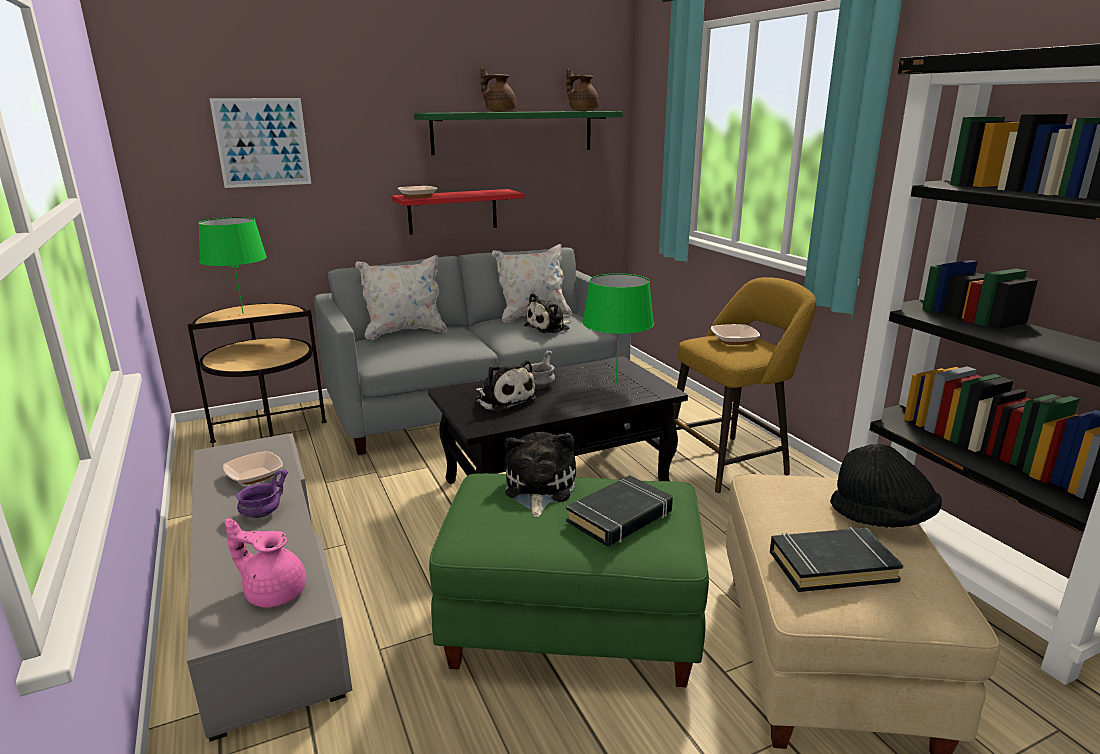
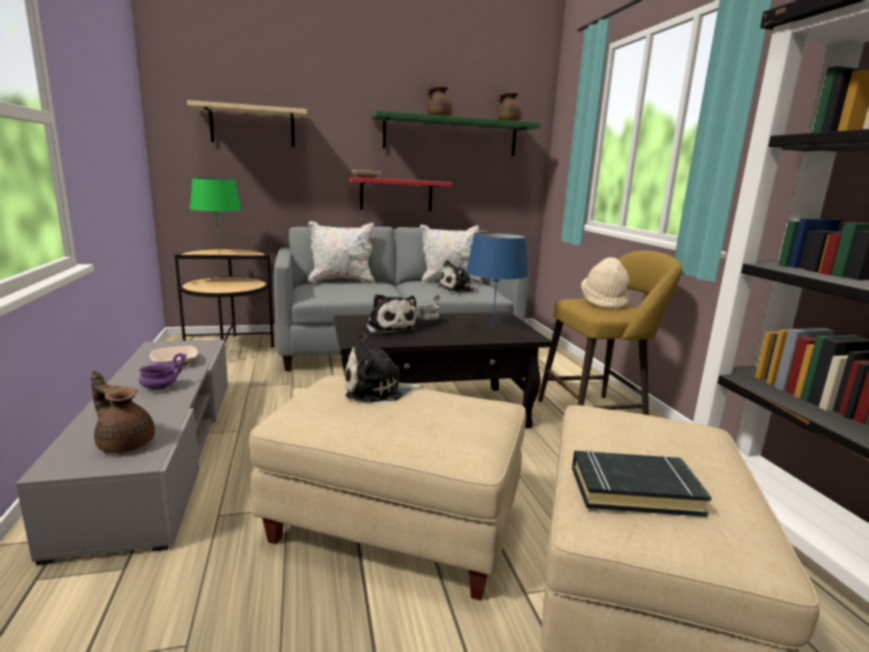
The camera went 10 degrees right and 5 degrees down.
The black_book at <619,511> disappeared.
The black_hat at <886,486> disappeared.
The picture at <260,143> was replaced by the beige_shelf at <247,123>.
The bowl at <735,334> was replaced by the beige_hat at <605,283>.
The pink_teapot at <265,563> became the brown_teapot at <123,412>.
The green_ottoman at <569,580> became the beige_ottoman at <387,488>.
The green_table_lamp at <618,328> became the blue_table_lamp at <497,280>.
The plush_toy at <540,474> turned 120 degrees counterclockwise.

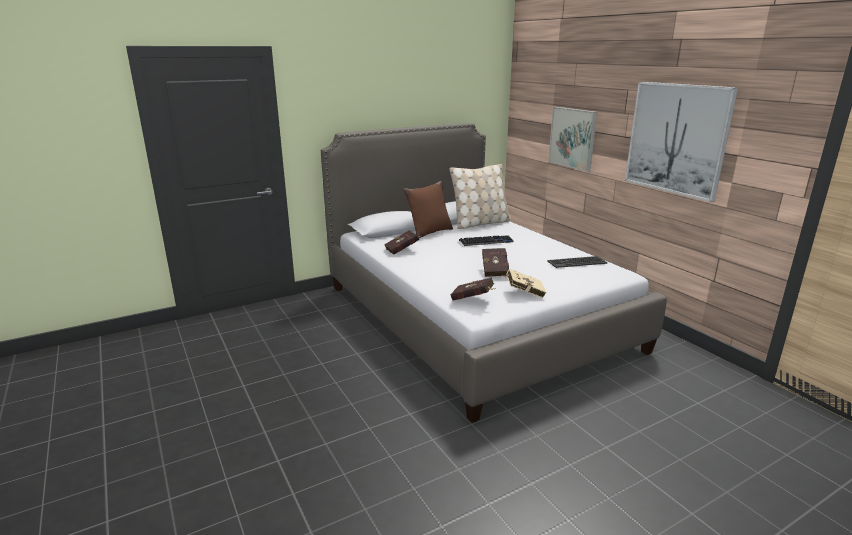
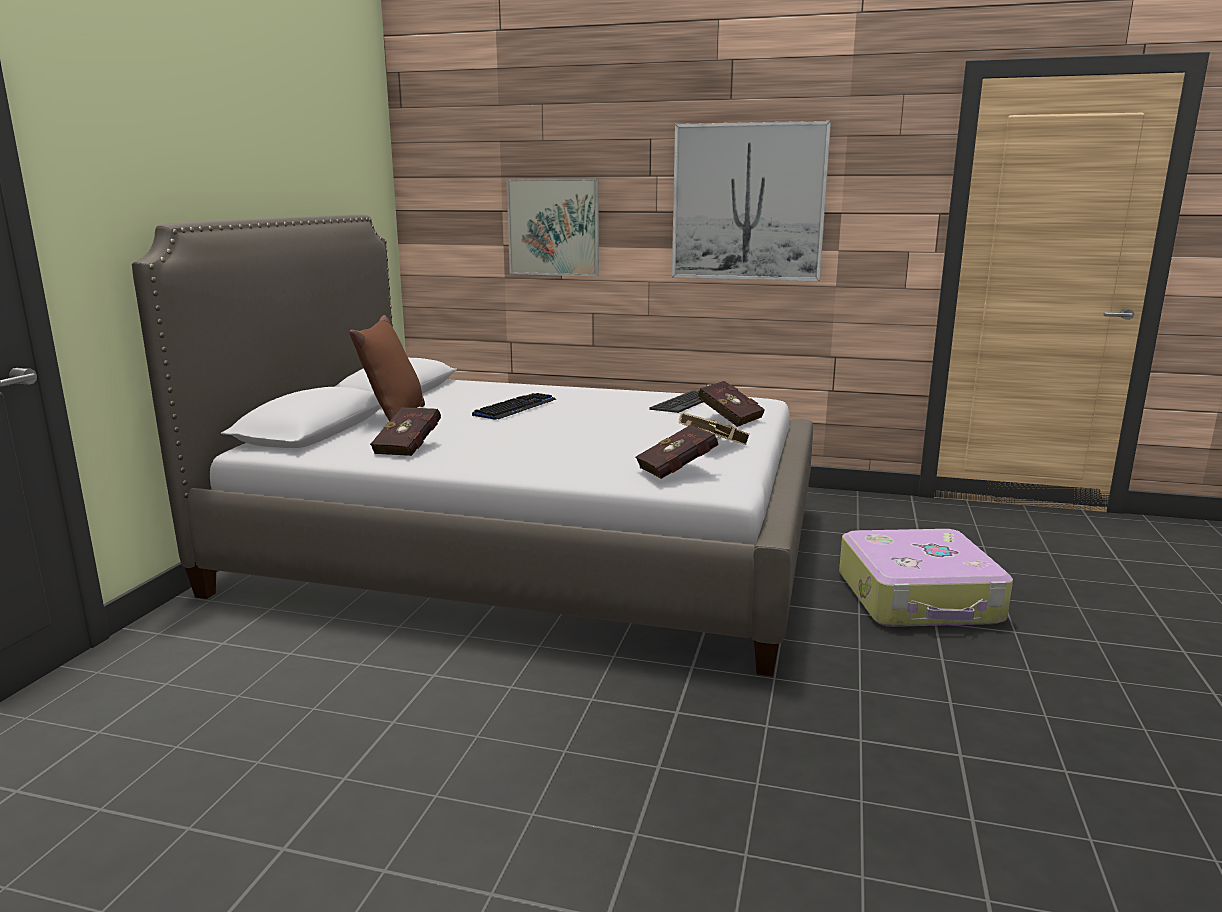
The camera went 45 degrees left and 5 degrees down.
The beige_pillow at <480,196> disappeared.
The suitcase at <926,578> appeared.
The red_book moved from <495,262> to <731,404>.

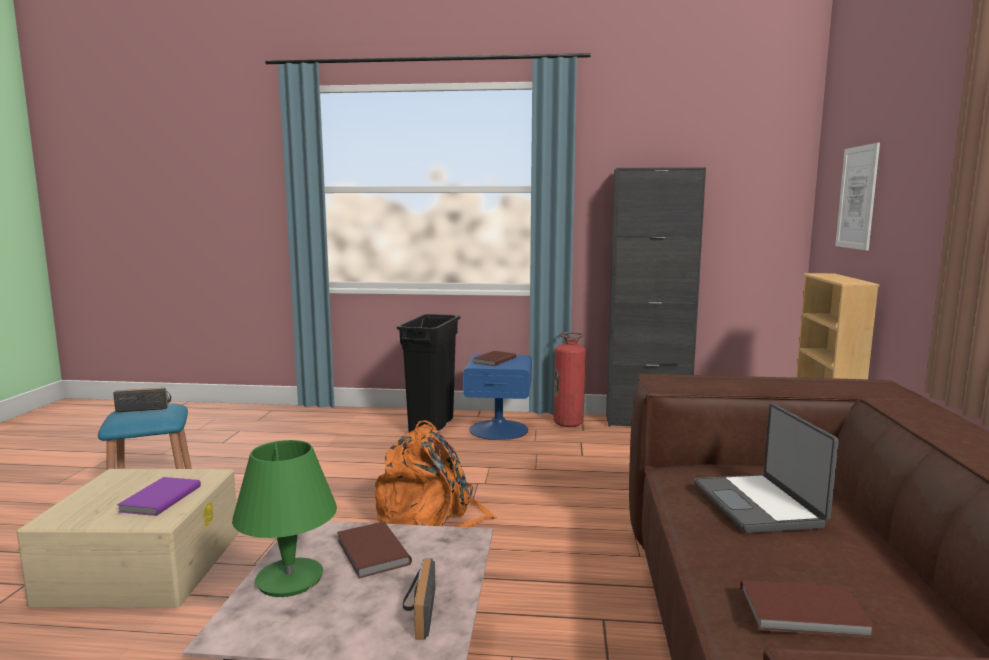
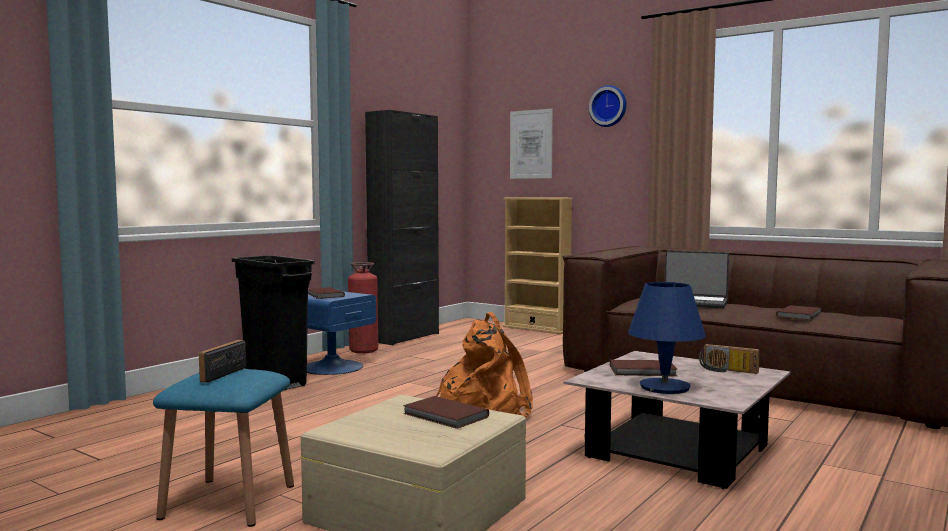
The camera went 60 degrees left and 5 degrees down.
The wall_clock at <608,106> appeared.
The purple_book at <159,496> became the brown_book at <446,412>.
The green_table_lamp at <284,518> became the blue_table_lamp at <667,338>.

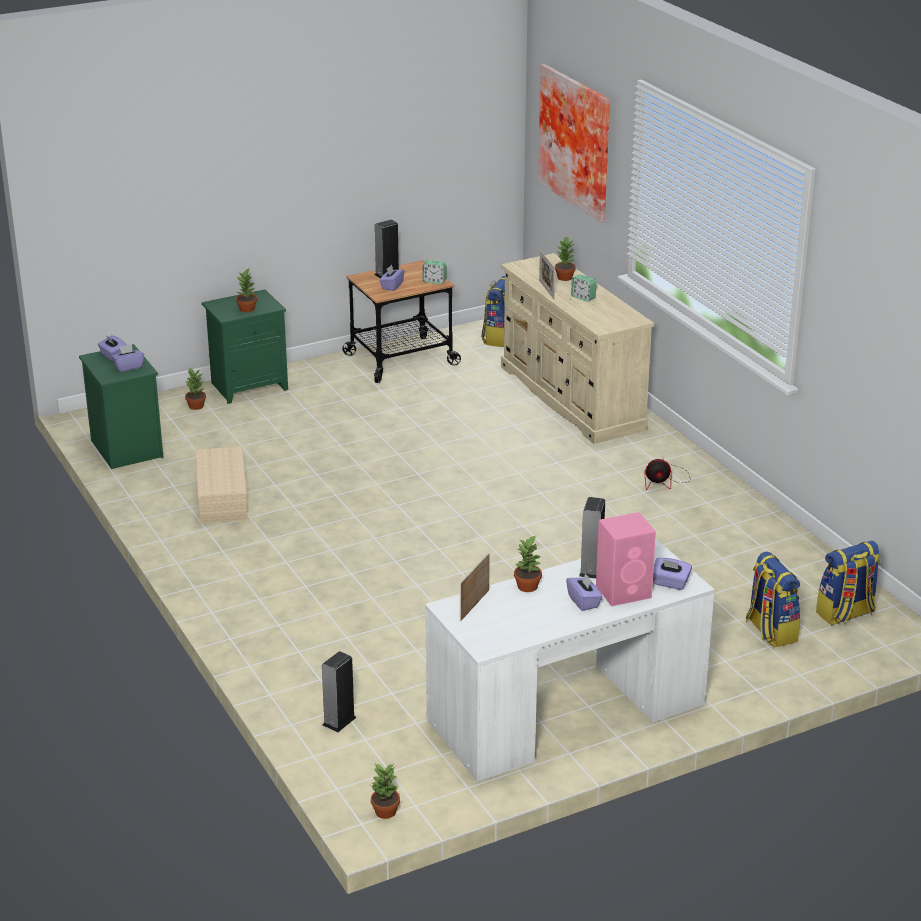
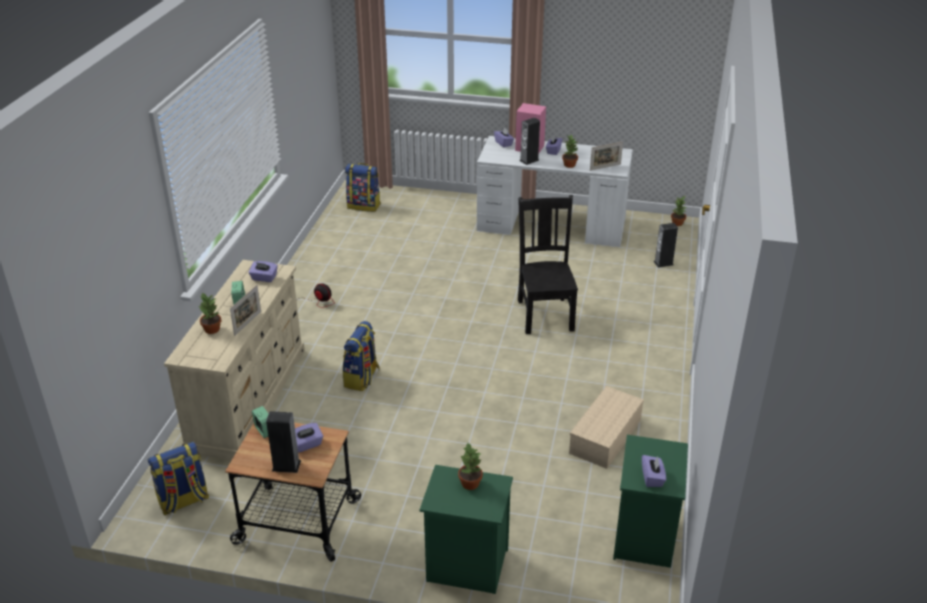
The camera went 140 degrees left and 5 degrees up.
The potted_plant at <195,389> disappeared.
The picture at <574,143> disappeared.
The black_chair at <548,264> appeared.
The purple_tissue_box moved from <127,358> to <263,271>.
The backpack moved from <773,599> to <361,356>.

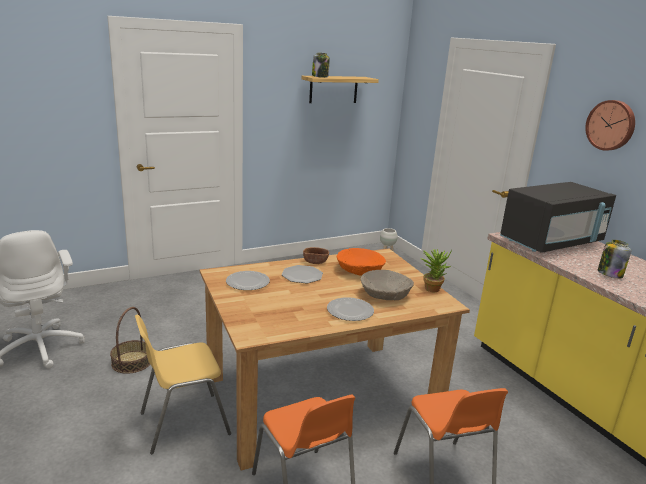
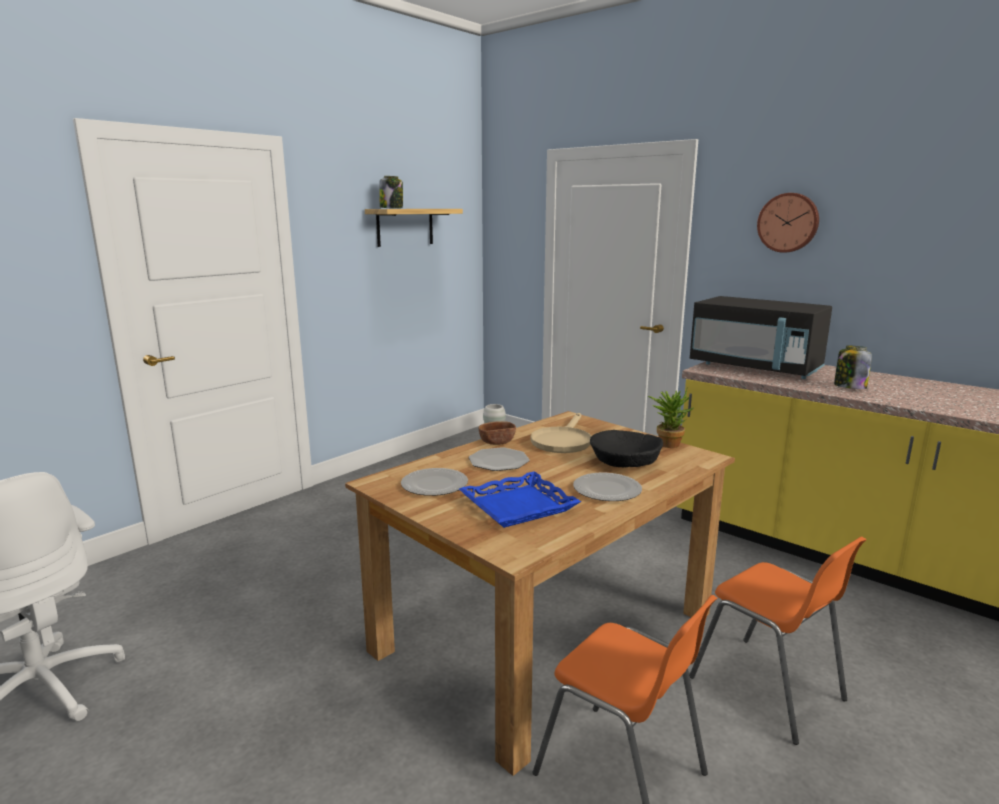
The camera went 20 degrees left and 5 degrees down.
The basket at <130,340> disappeared.
The yellow_chair at <183,384> disappeared.
The blue_tray at <520,499> appeared.
The orange_bowl at <361,262> was replaced by the beige_frying_pan at <560,433>.
The beige_bowl at <387,285> became the black_bowl at <626,448>.
The black_microwave at <558,217> turned 90 degrees clockwise.

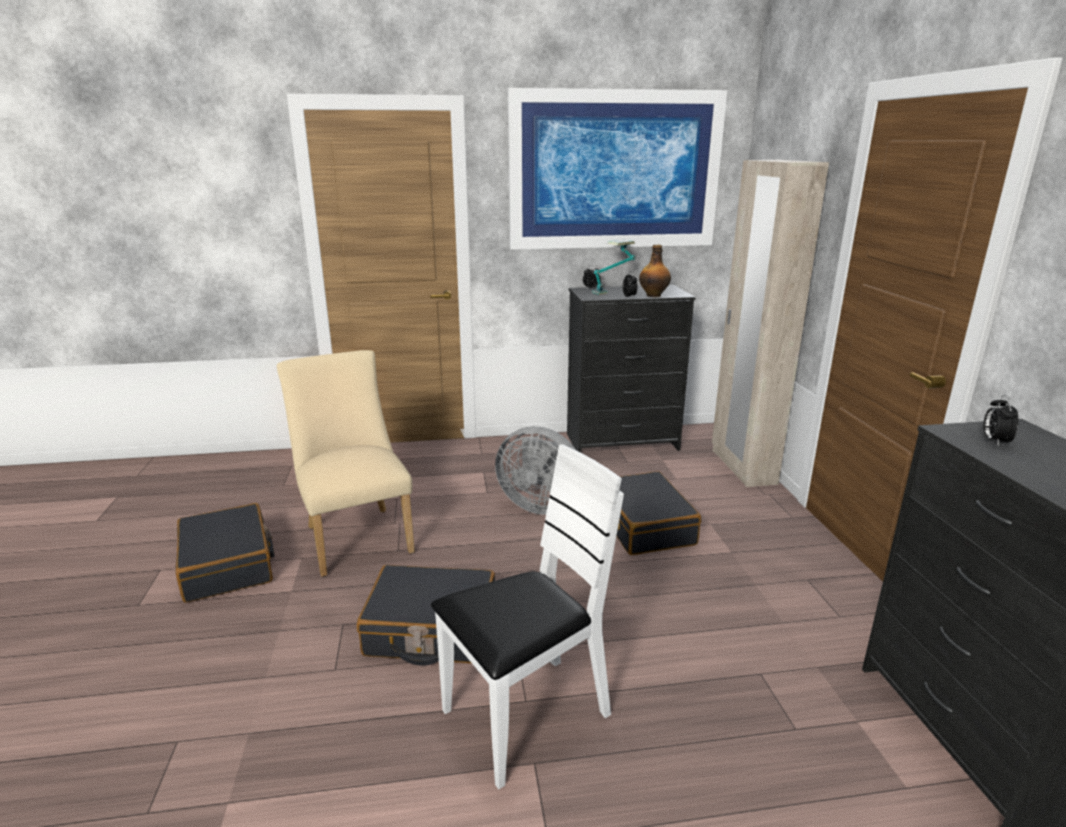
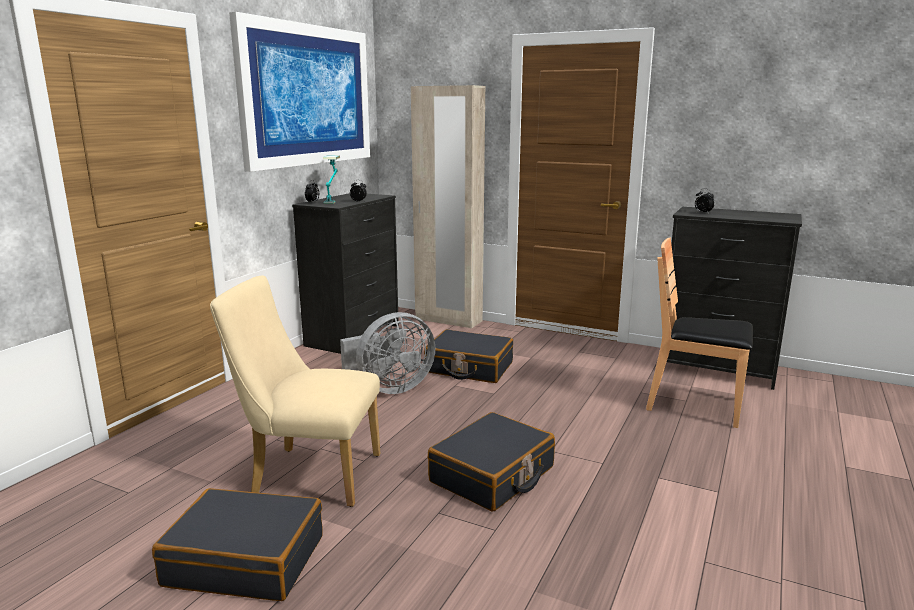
The camera went 55 degrees left and 5 degrees down.
The white_chair at <527,616> disappeared.
The bottle at <655,271> disappeared.
The brown_chair at <699,333> appeared.

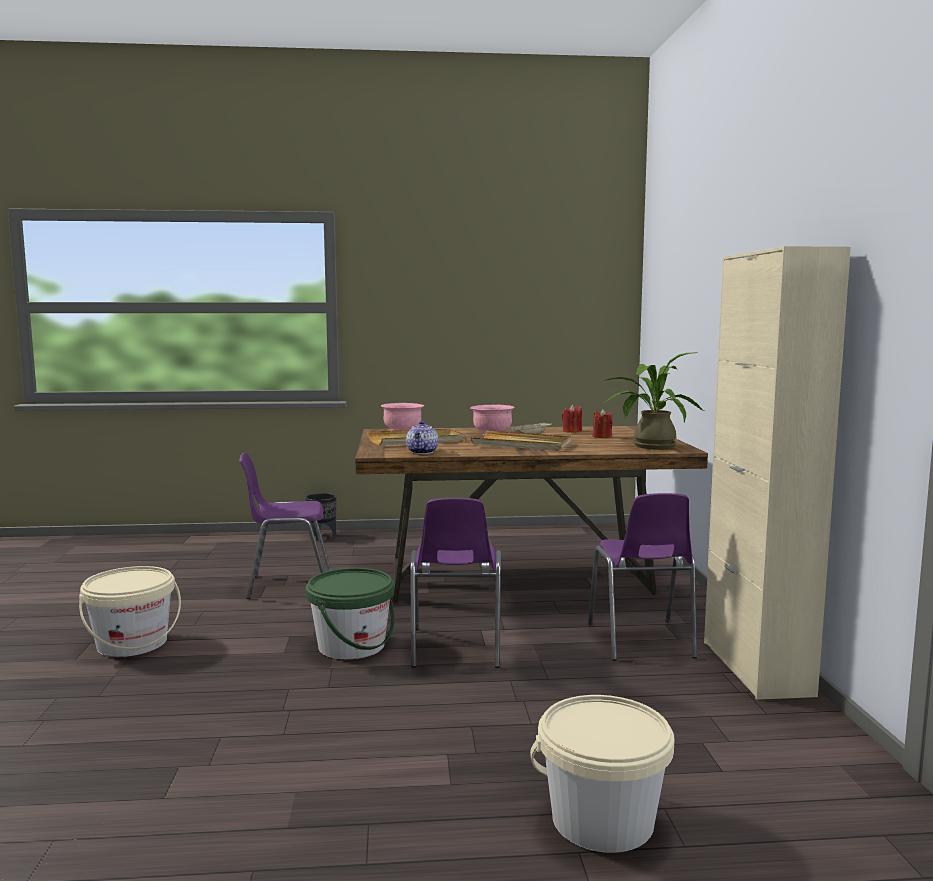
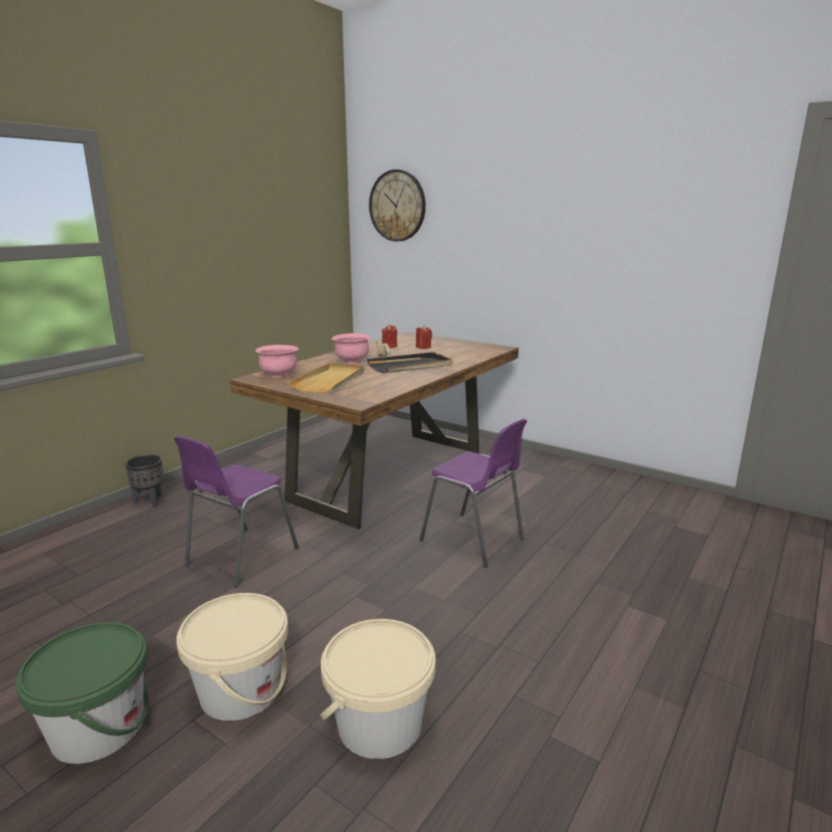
The camera went 50 degrees left and 10 degrees up.
The teapot at <422,437> disappeared.
The purple_chair at <642,577> disappeared.
The potted_plant at <653,401> disappeared.
The beige_cabinet at <777,473> disappeared.
The wall_clock at <397,205> appeared.
The green_bucket moved from <350,613> to <82,693>.
The beige_bucket moved from <602,774> to <378,689>.
The beige_tray at <520,440> became the black_tray at <410,362>.

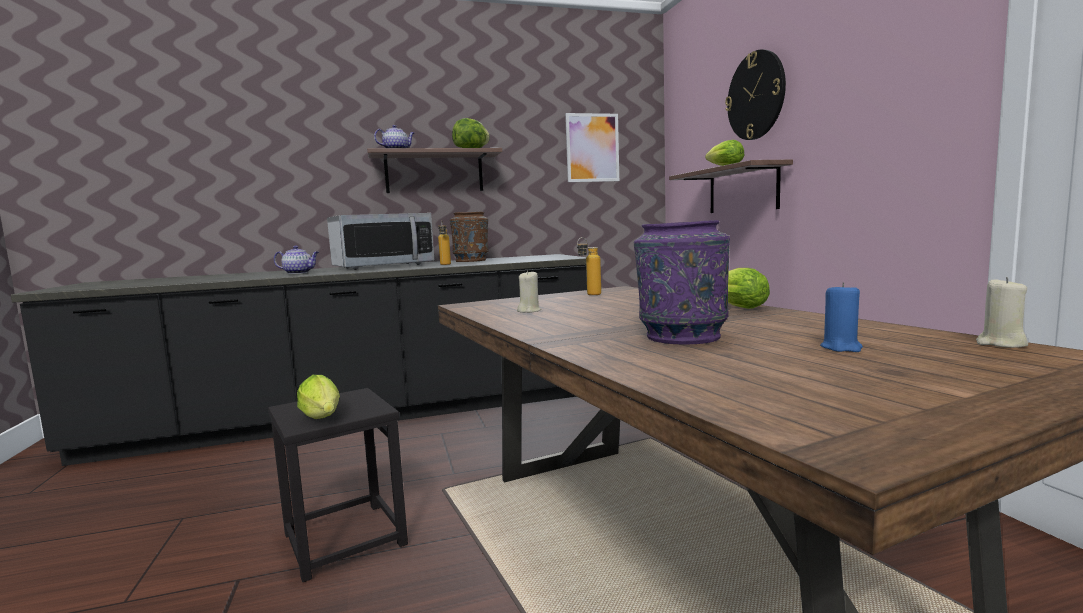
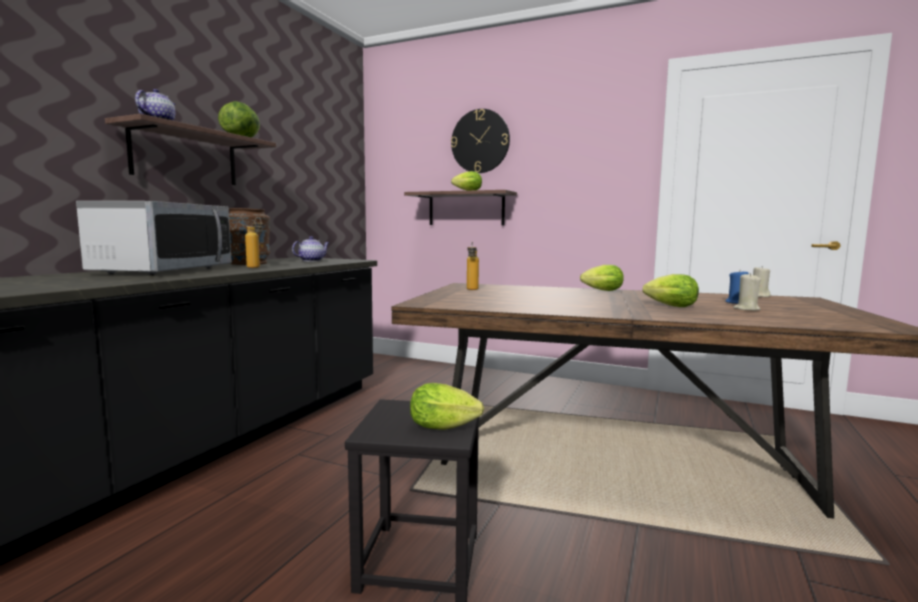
The camera went 50 degrees left and 0 degrees up.
The picture at <592,147> disappeared.
The teapot moved from <296,260> to <310,248>.
The beige_candle moved from <529,291> to <747,292>.
The purple_vase at <682,282> was replaced by the lettuce at <671,290>.

